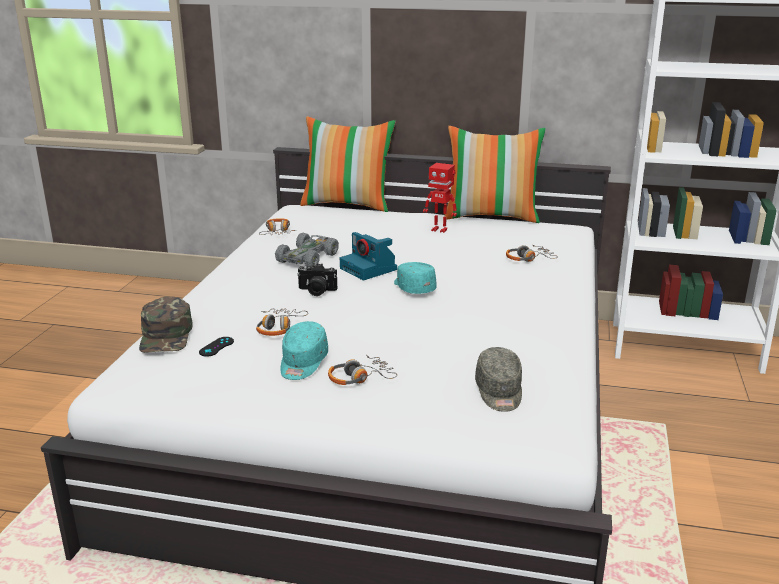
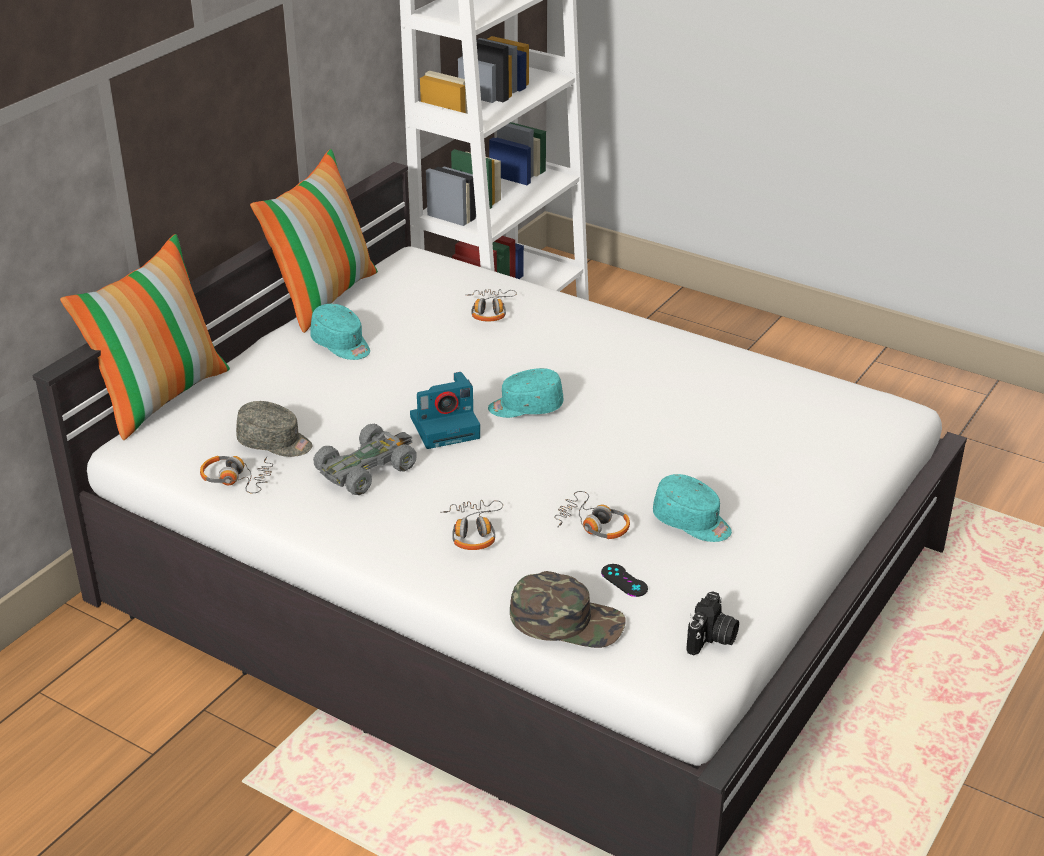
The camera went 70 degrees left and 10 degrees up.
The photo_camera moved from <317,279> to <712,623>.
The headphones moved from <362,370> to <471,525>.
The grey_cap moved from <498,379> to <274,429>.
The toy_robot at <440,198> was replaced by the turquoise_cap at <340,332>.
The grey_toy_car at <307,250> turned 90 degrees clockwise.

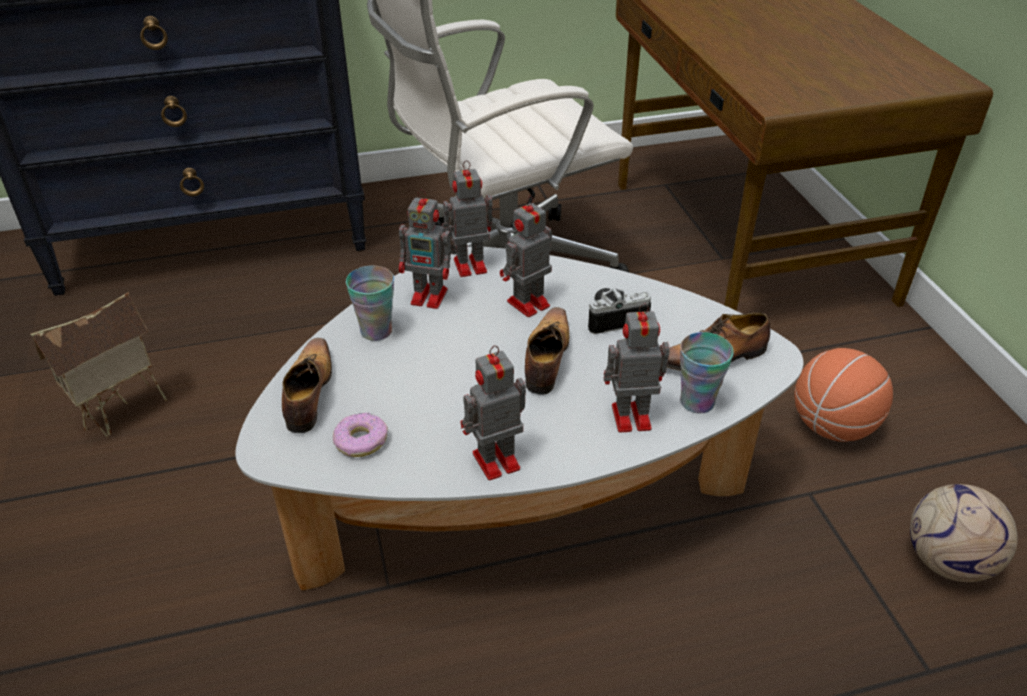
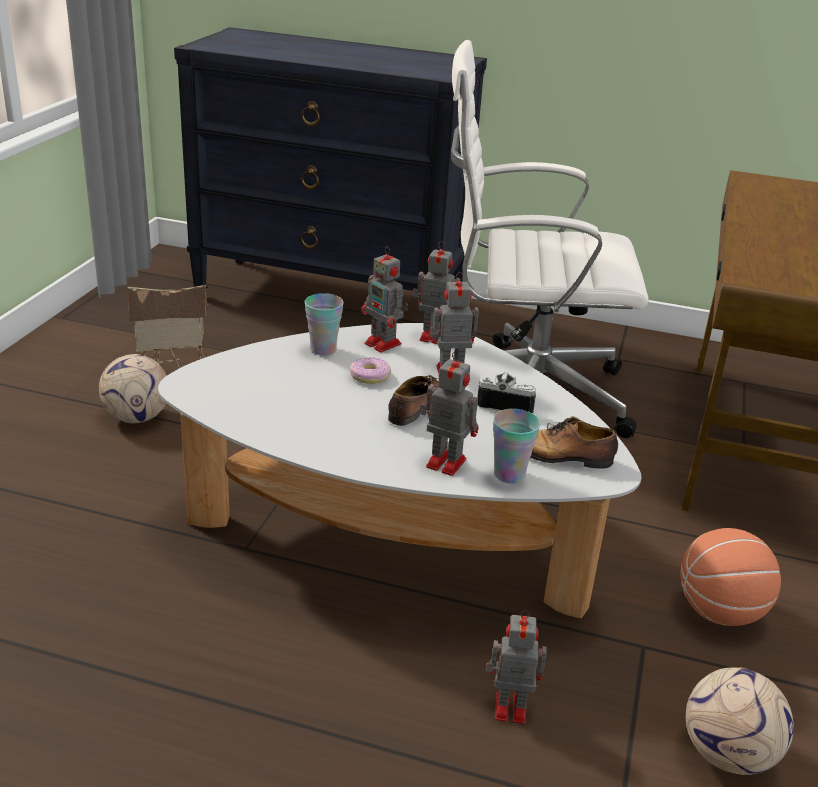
The camera went 30 degrees right and 10 degrees down.
The shoe at <307,385> disappeared.
The football at <133,388> appeared.
The donut moved from <360,435> to <370,370>.
The toy_robot moved from <493,412> to <516,667>.

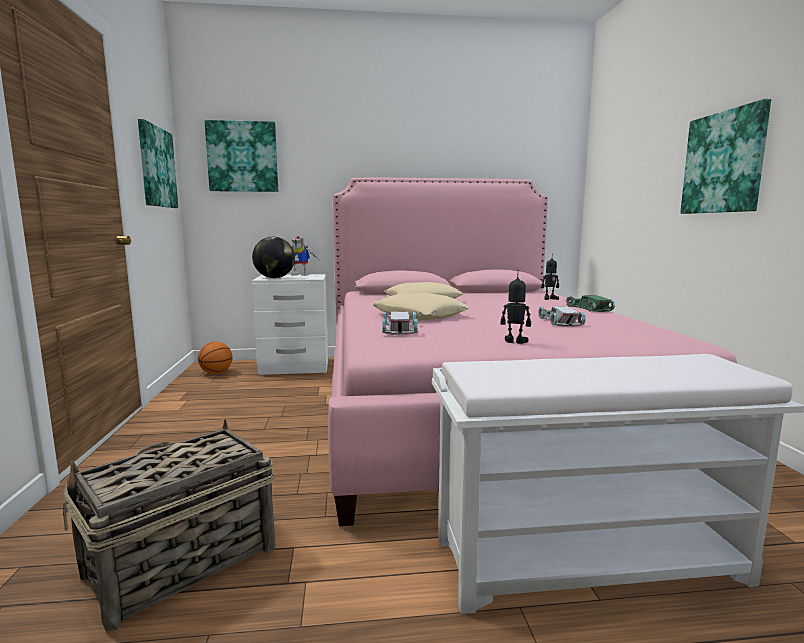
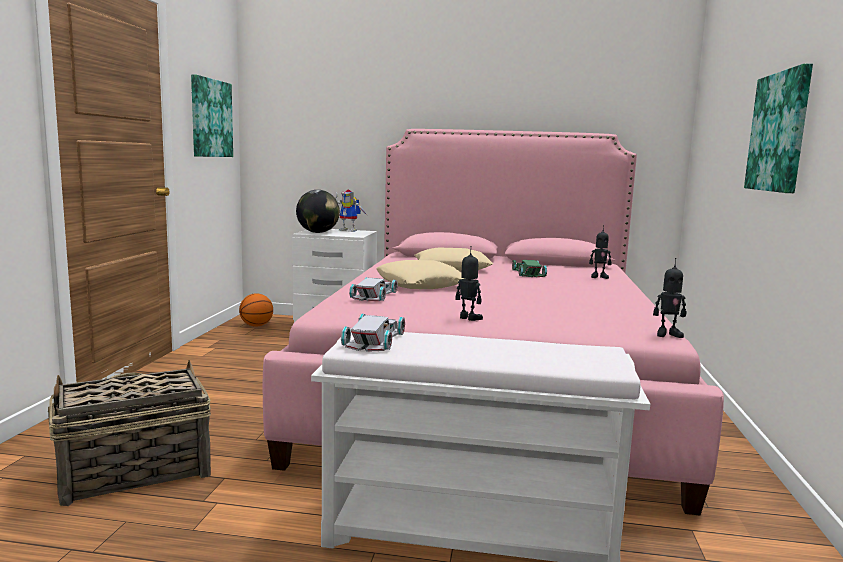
The camera went 15 degrees right and 0 degrees up.
The picture at <241,156> disappeared.
The toy_robot at <669,298> appeared.
The white_toy_car moved from <562,316> to <373,333>.
The green_toy_car moved from <590,303> to <529,268>.

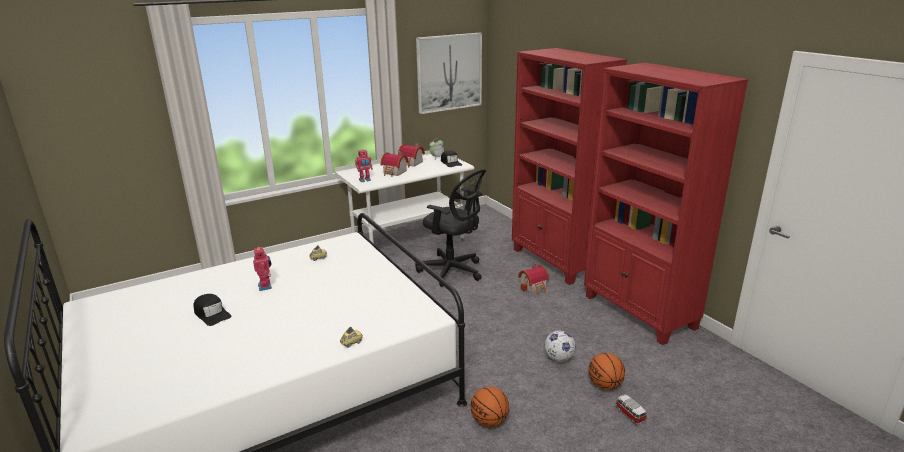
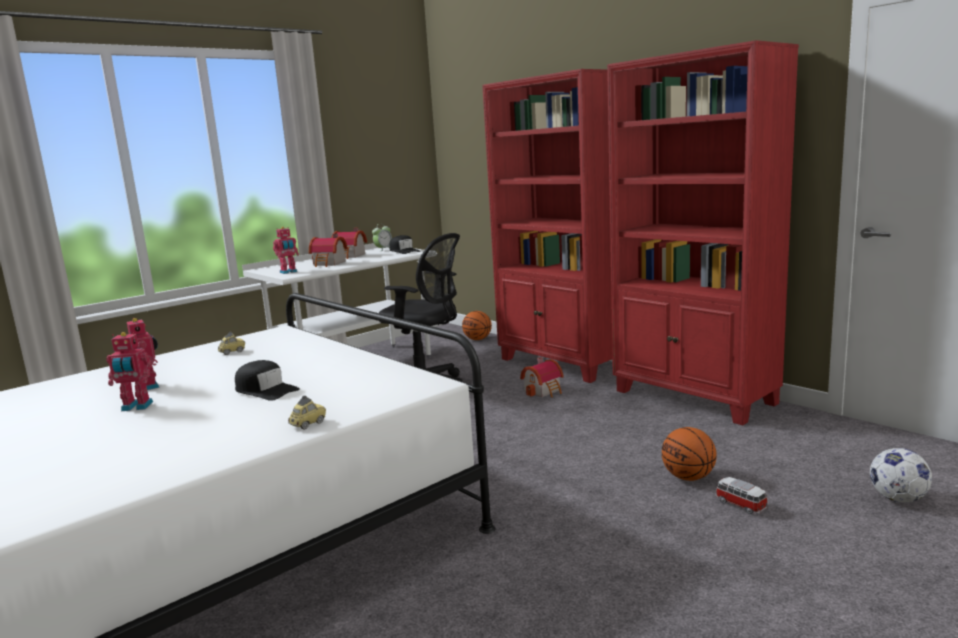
The camera went 10 degrees left and 10 degrees down.
The picture at <449,73> disappeared.
The toy_robot at <129,371> appeared.
The black_cap moved from <212,310> to <267,380>.
The basketball moved from <490,407> to <477,325>.
The football moved from <560,346> to <901,475>.

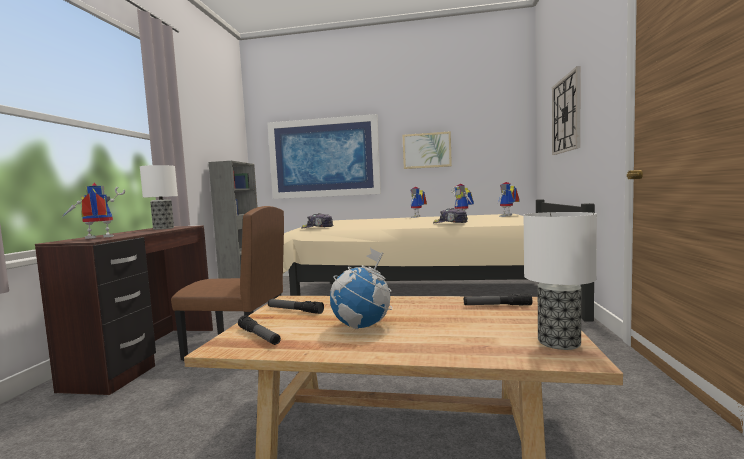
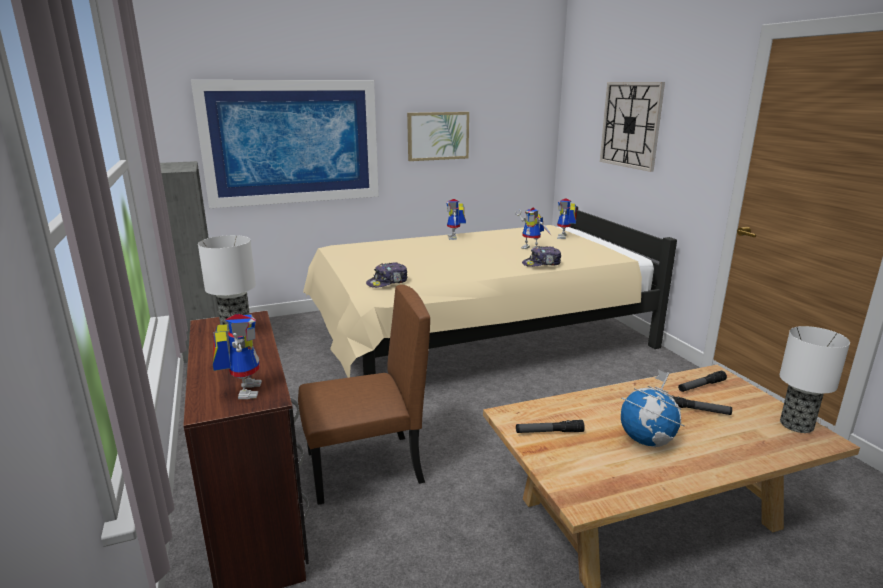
The camera went 30 degrees left and 15 degrees up.
The flashlight moved from <259,330> to <702,405>.
The toy_robot at <93,211> turned 135 degrees clockwise.

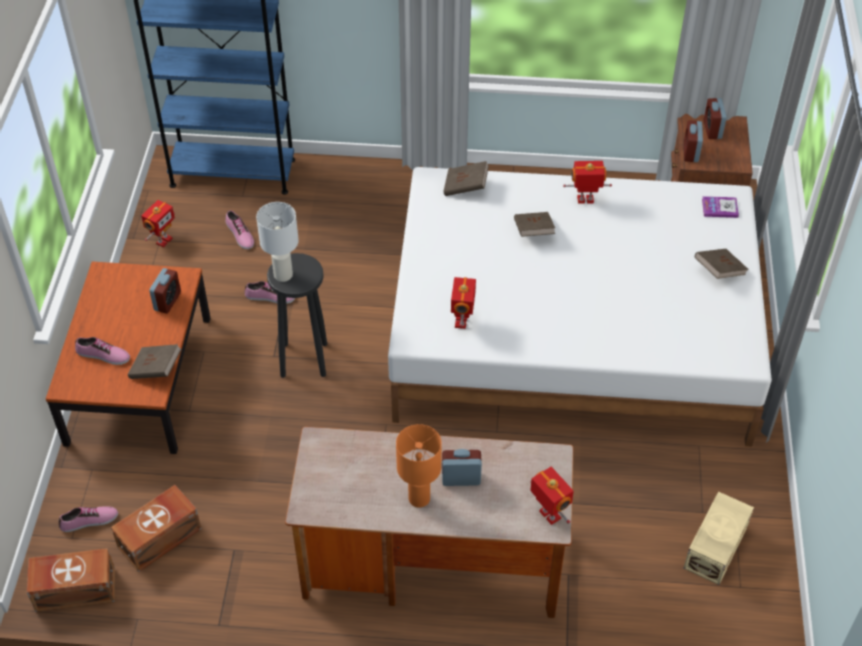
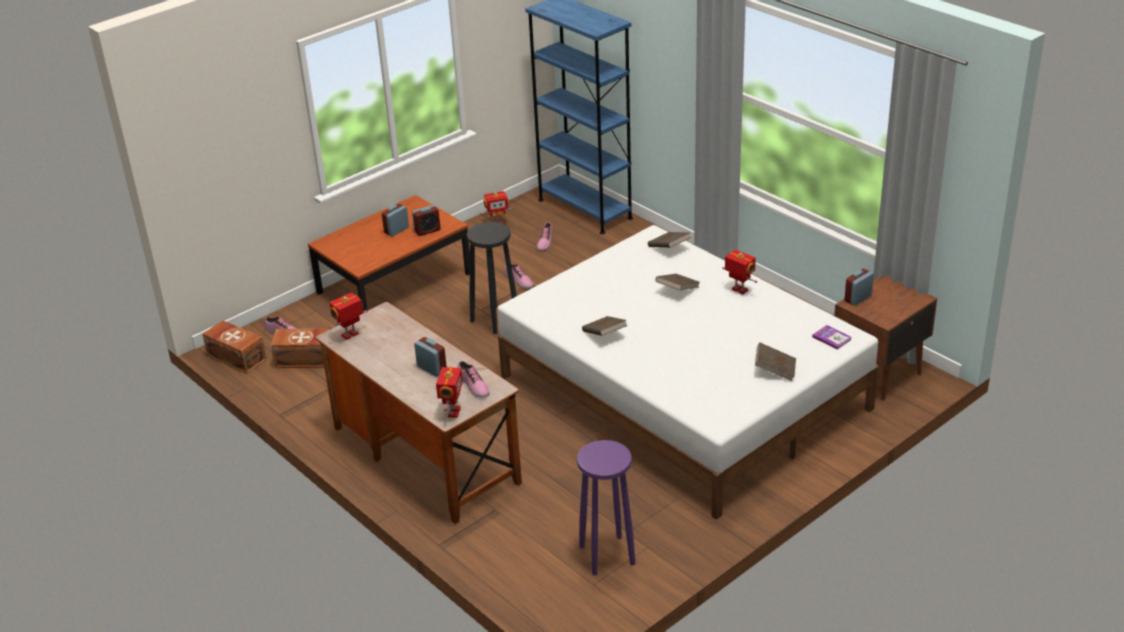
The camera went 45 degrees right and 15 degrees down.
The white_table_lamp at <277,242> disappeared.
The orange_table_lamp at <419,466> disappeared.
The shoe moved from <102,351> to <473,379>.
The brown_book moved from <154,361> to <605,326>.
The toy_robot moved from <463,303> to <348,316>.
The alarm_clock moved from <715,118> to <395,220>.
The beige_storage_box at <719,538> was replaced by the purple_stool at <606,508>.

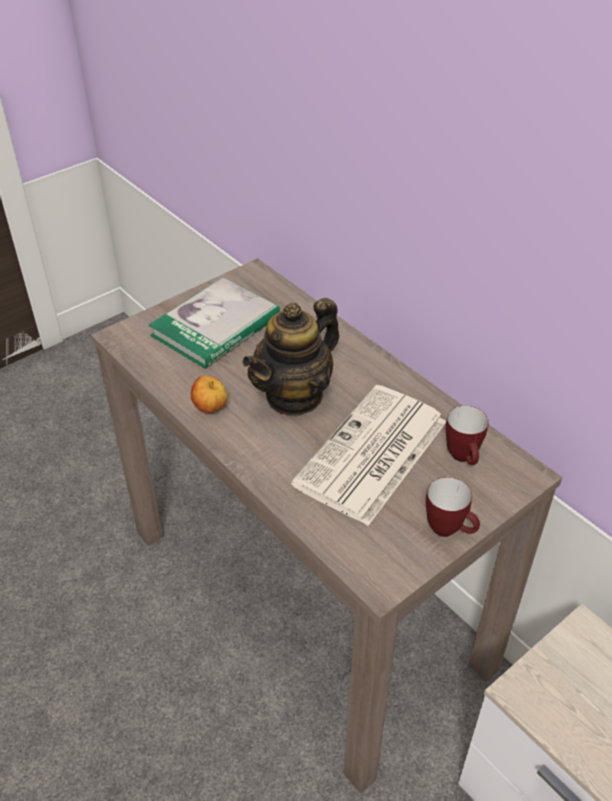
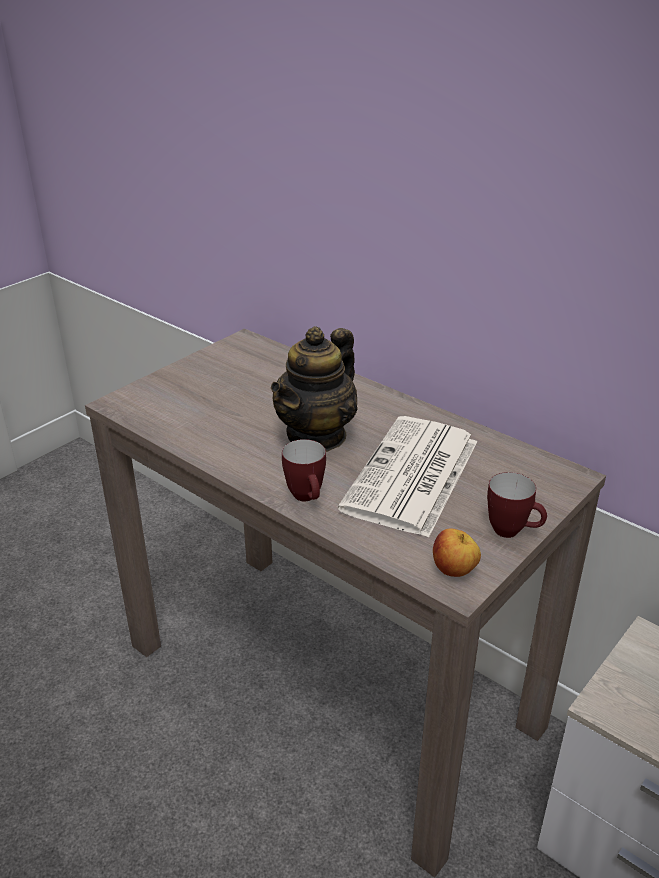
The camera went 10 degrees left and 10 degrees down.
The book at <214,323> disappeared.
The apple moved from <209,394> to <457,552>.
The mug moved from <467,435> to <304,470>.

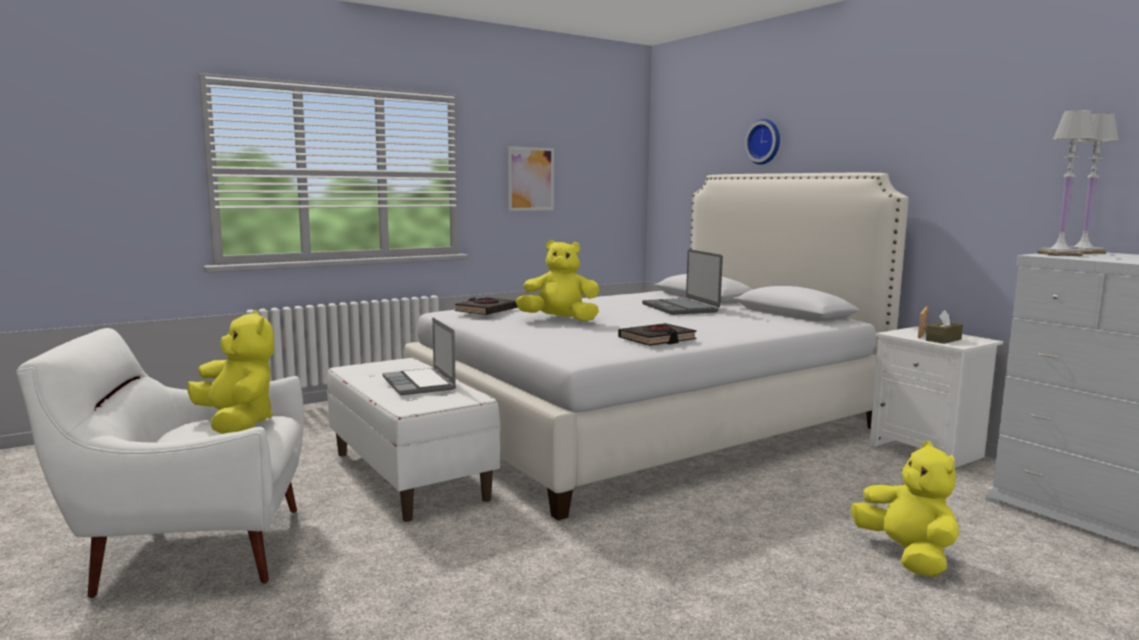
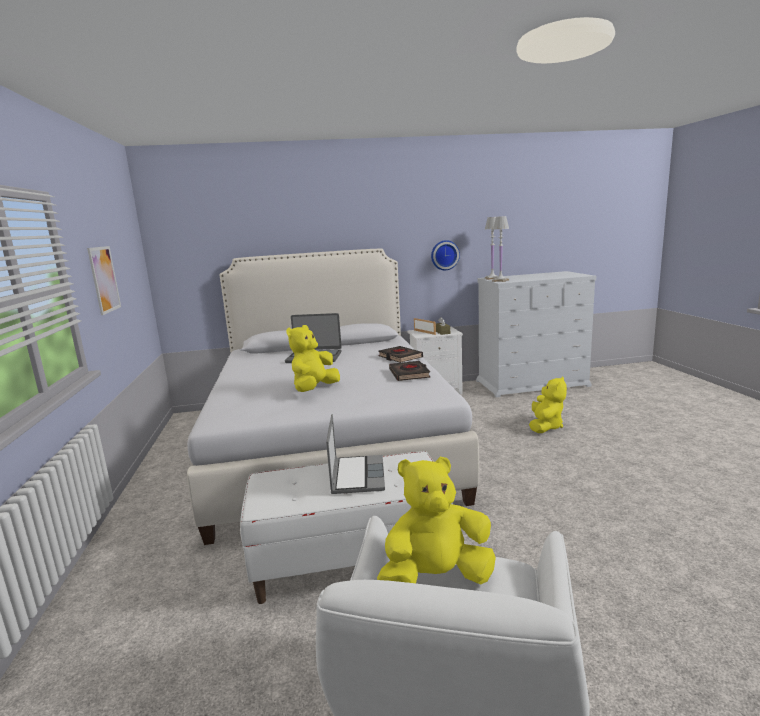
The camera went 65 degrees left and 5 degrees up.
The black_book moved from <486,306> to <400,354>.
The wall_clock moved from <762,142> to <445,255>.
The laptop at <419,356> turned 90 degrees counterclockwise.
The yellow_plush_toy at <905,509> turned 105 degrees clockwise.

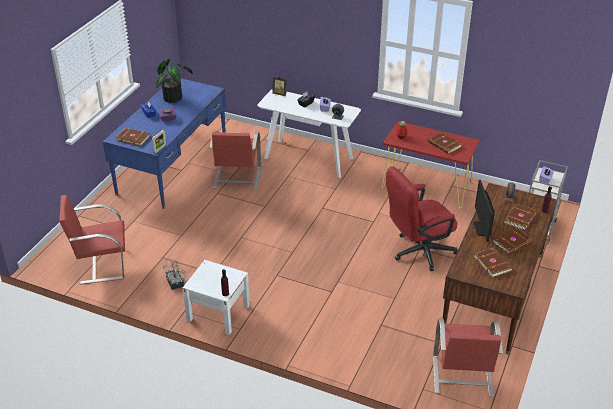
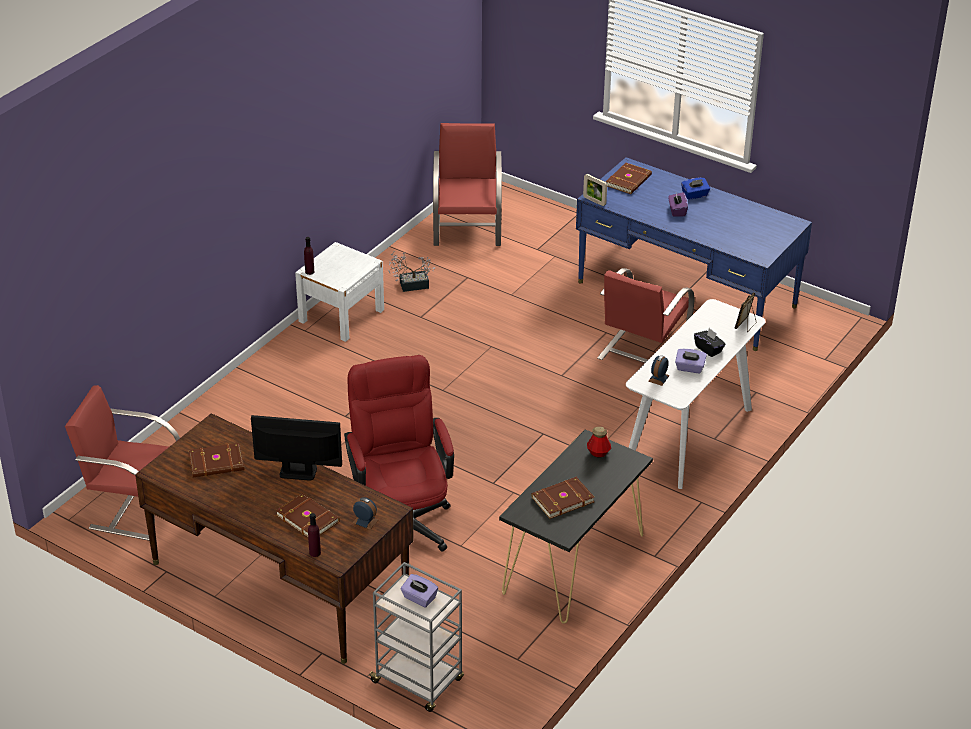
The camera went 100 degrees right and 0 degrees up.
The potted_plant at <174,81> disappeared.
The brown_book at <513,240> disappeared.
The red_console_table at <431,164> became the black_console_table at <576,526>.
The red_chair at <235,160> turned 75 degrees counterclockwise.

